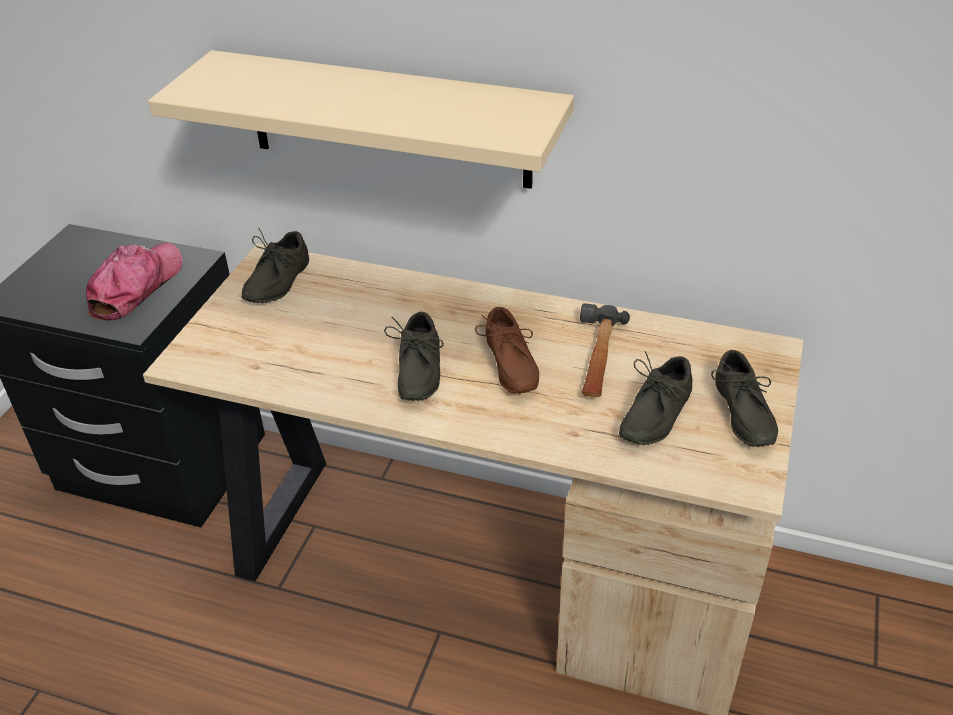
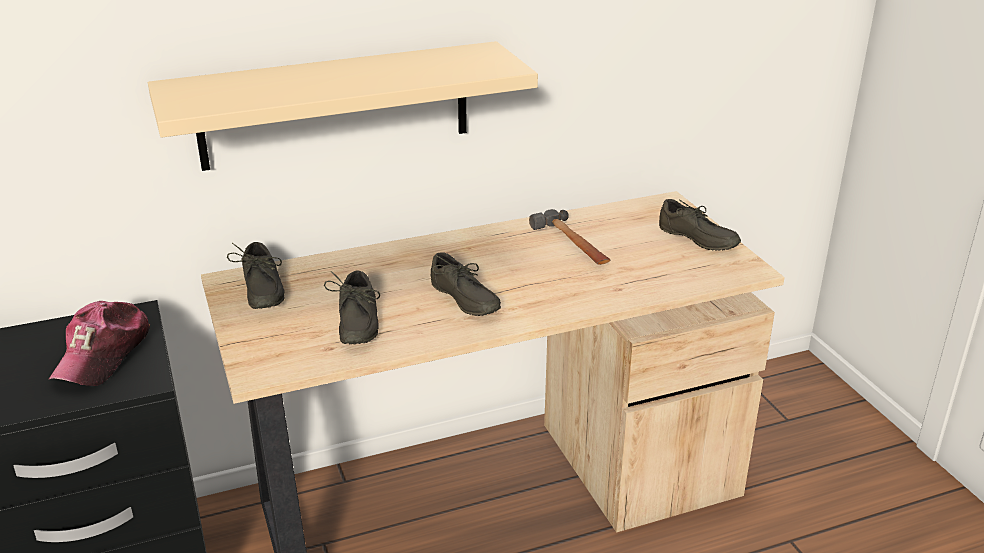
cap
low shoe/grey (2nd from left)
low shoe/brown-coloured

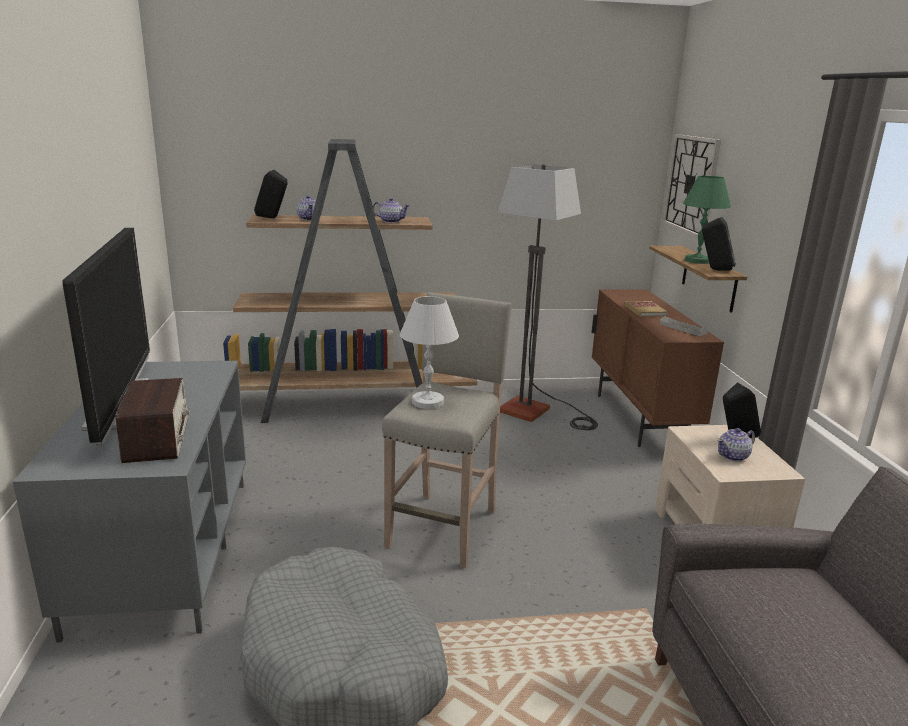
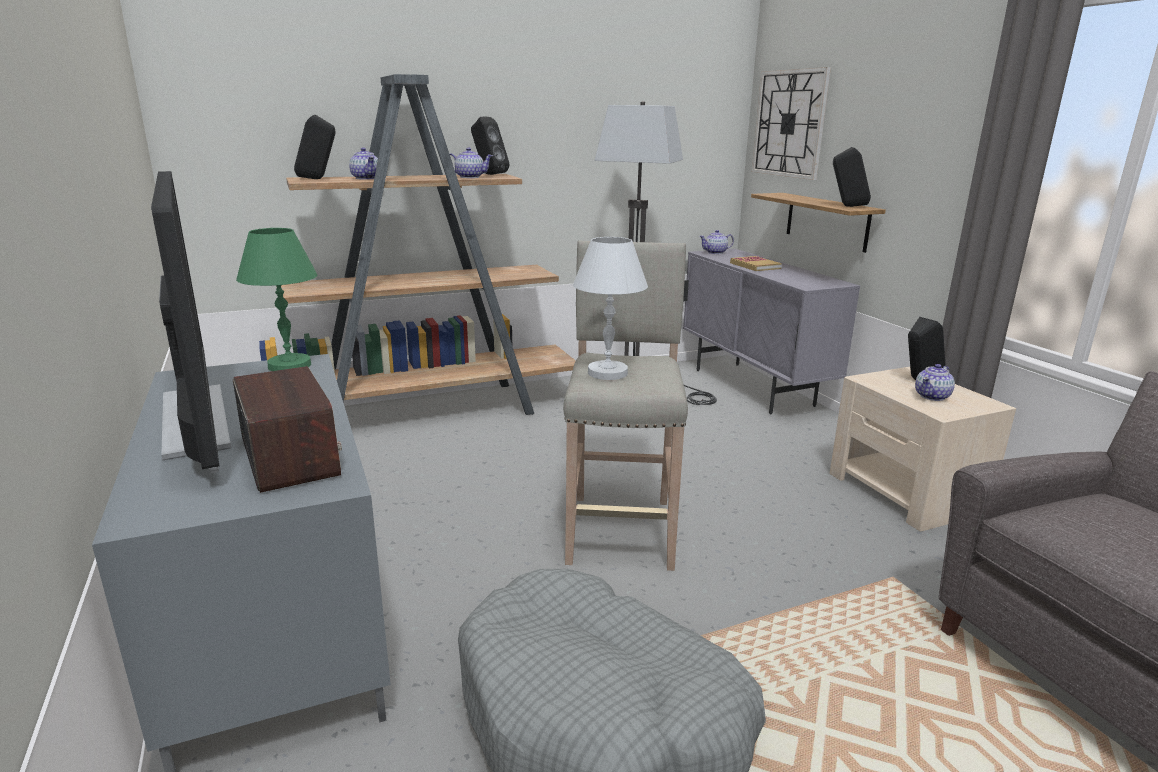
lamp for a table/green-coloured
speaker/black (2nd from left)
storage cabinet/grey
teapot (3rd from left)
carrying tray/grey

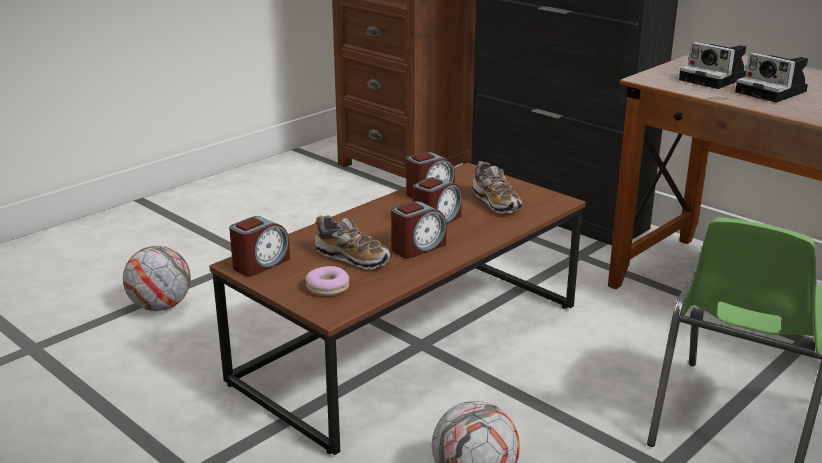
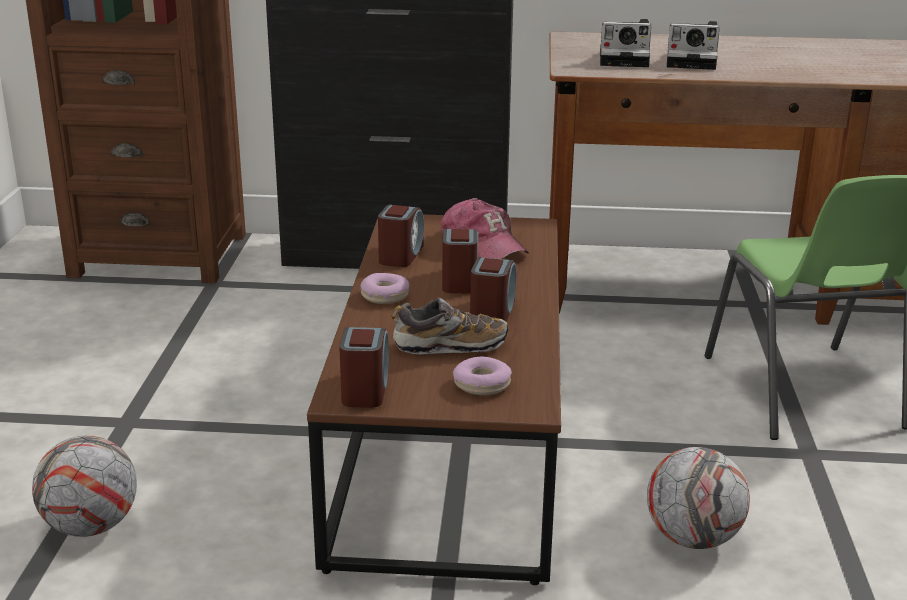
donut (1st from left)
cap

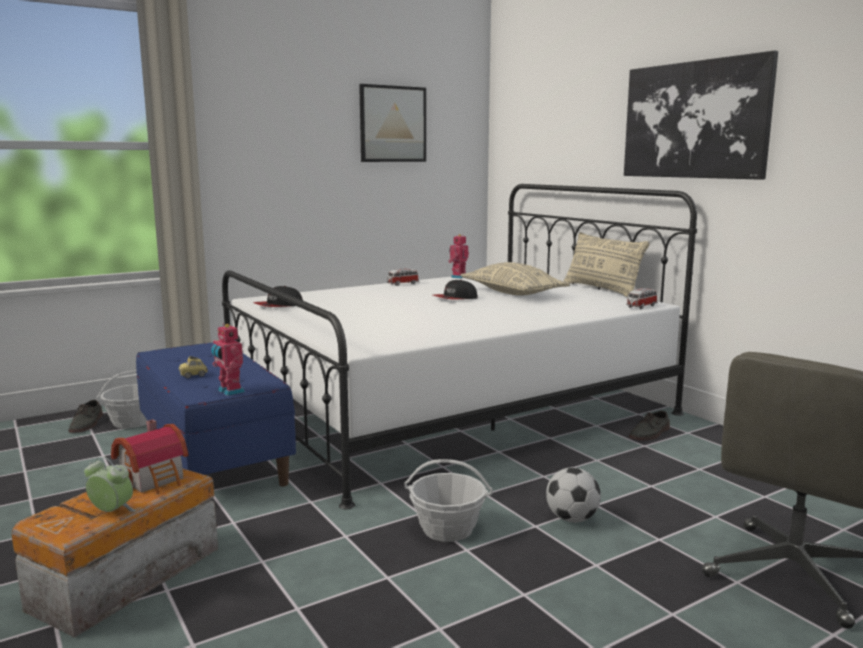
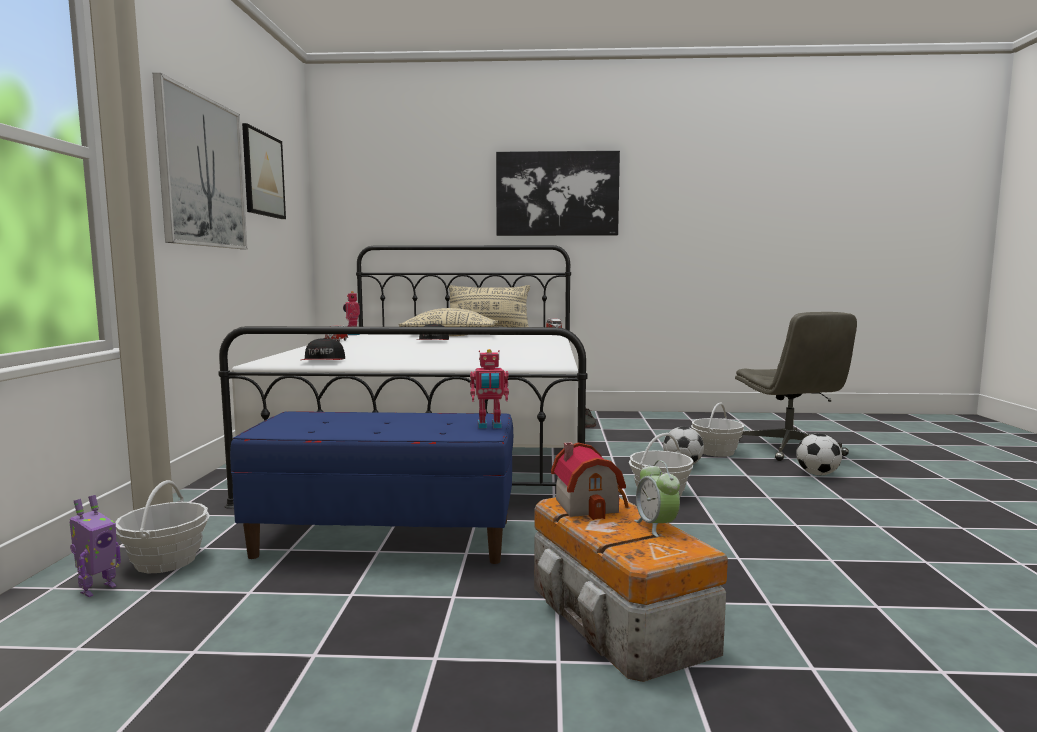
toy robot (1st from left)
wall picture (1st from left)
alarm clock
storage basket (3rd from left)
football ball (2nd from left)
toy car (1st from left in the first image)

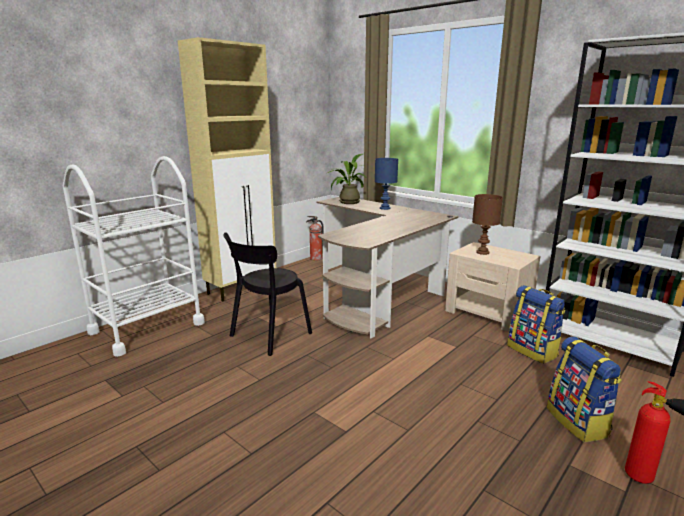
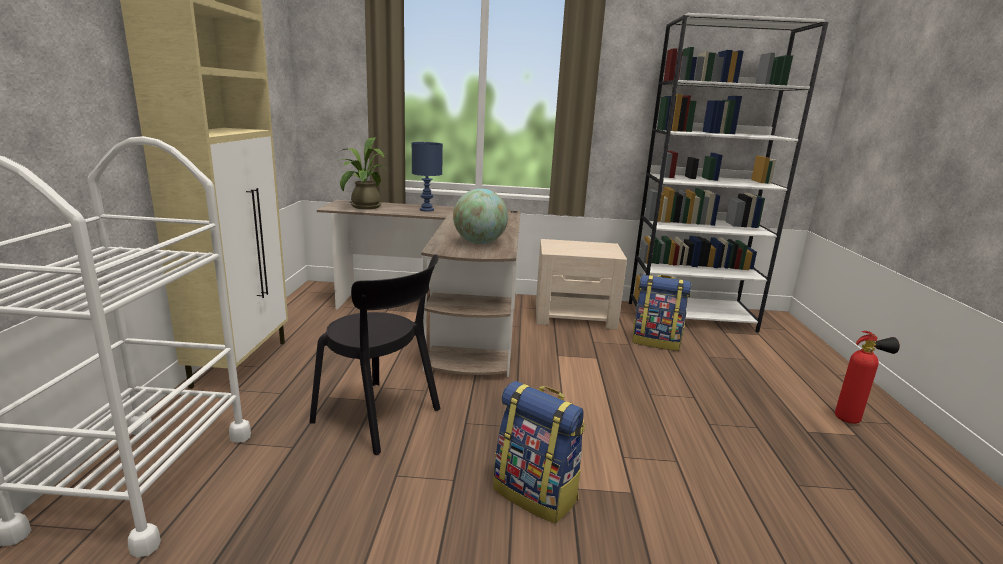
chair/black
globe
backpack (1st from left)
fire-fighting cylinder (1st from left in the first image)
lamp for a table/brown-coloured

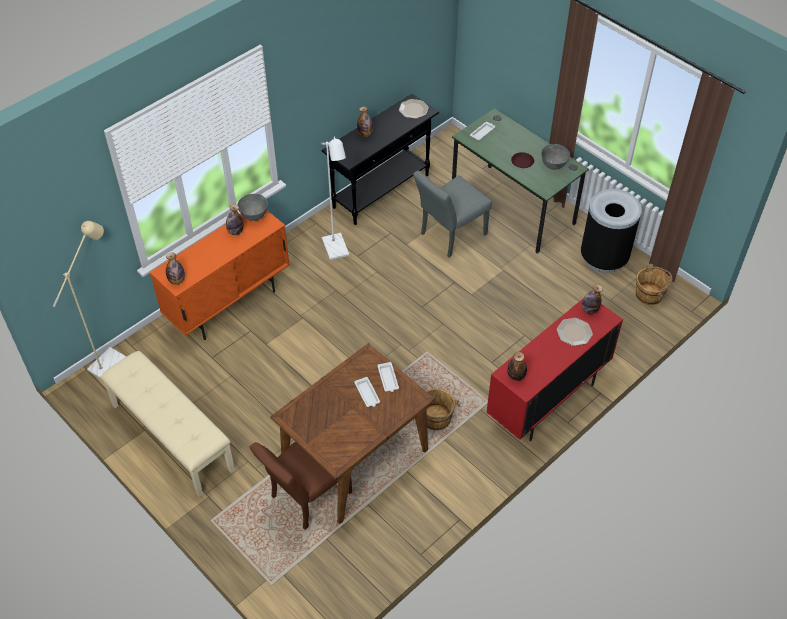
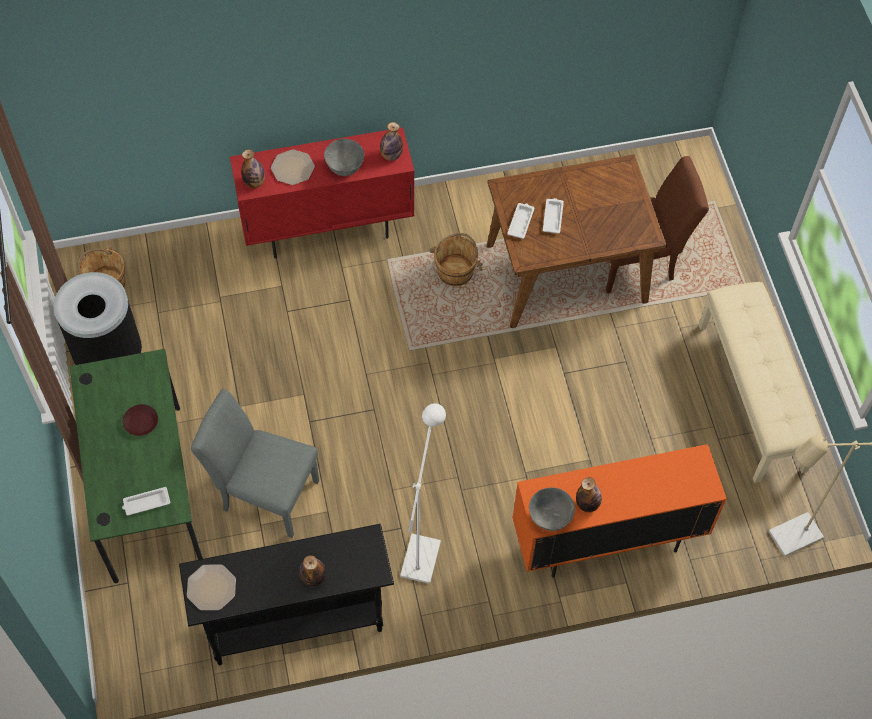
chair/grey
deep dish/grey (1st from left)
bottle (1st from left in the first image)

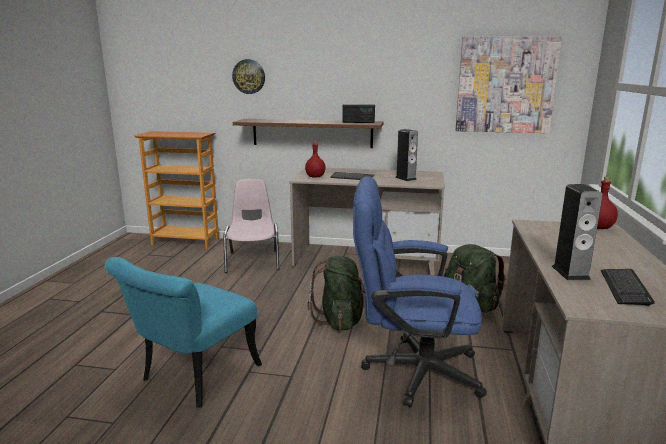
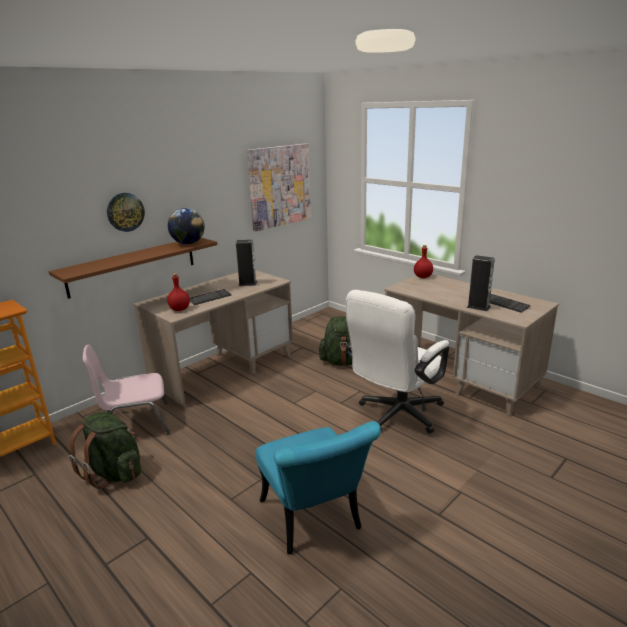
backpack/green-coloured (1st from left)
chair/pink-coloured
hanging clock
globe
office chair/white-coloured

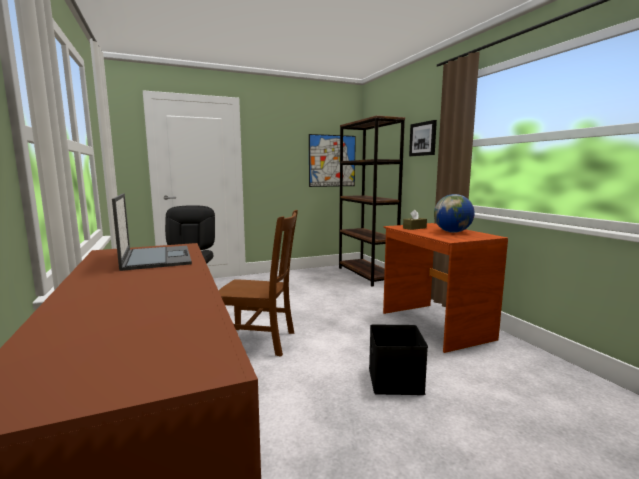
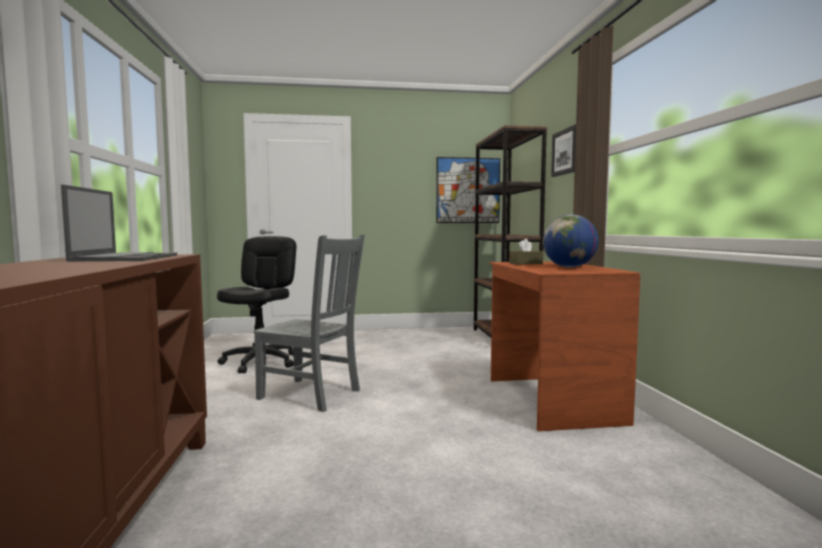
chair/grey
storage box/black

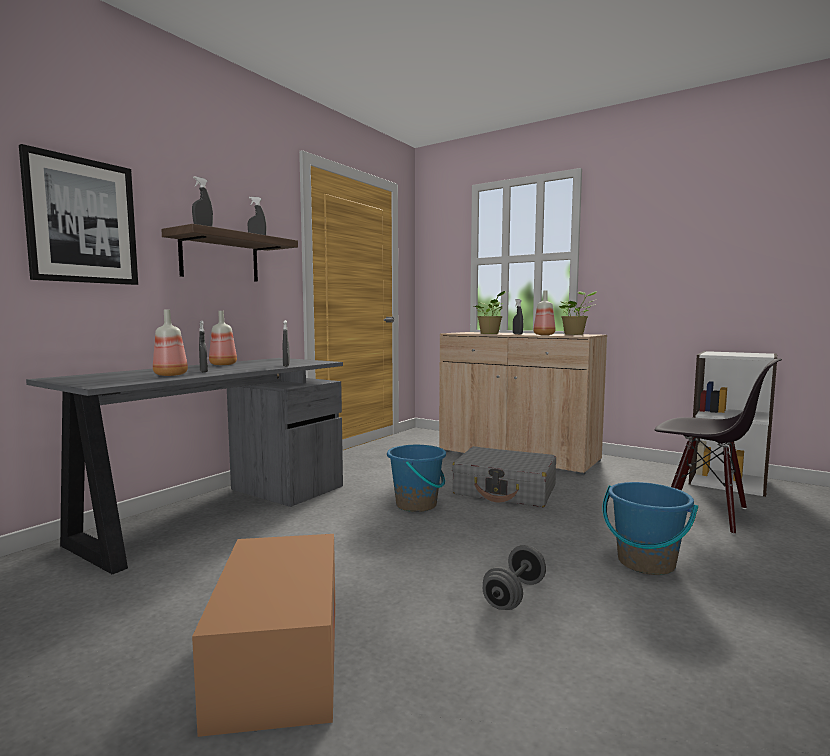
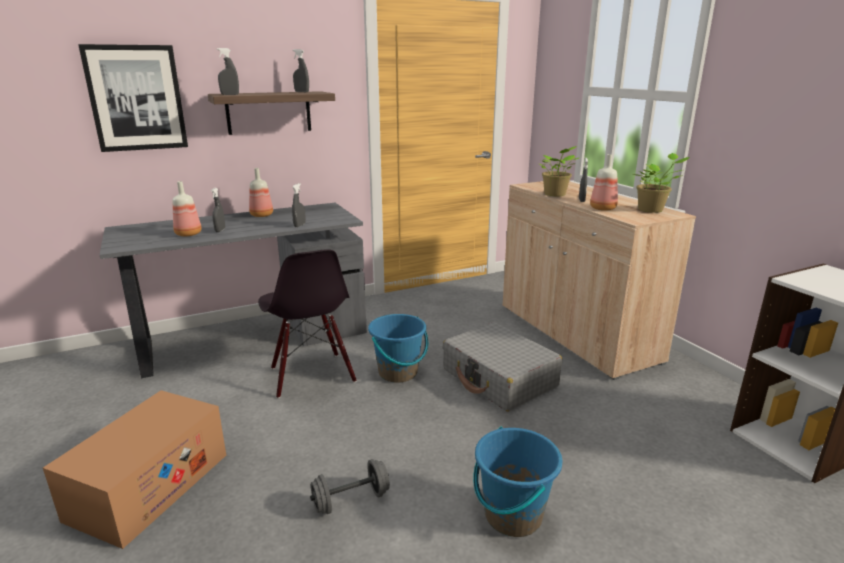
chair/black

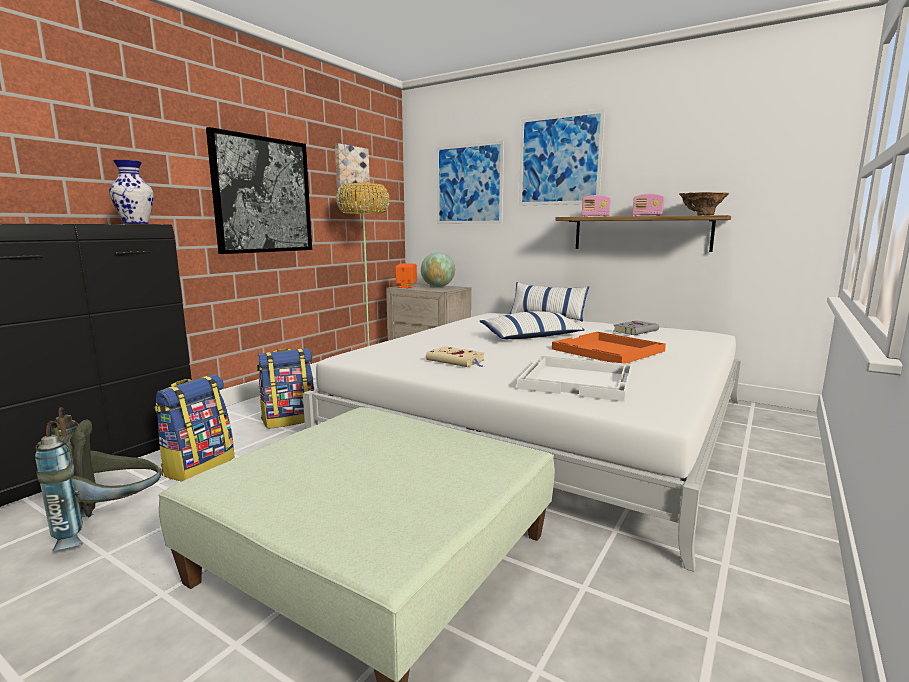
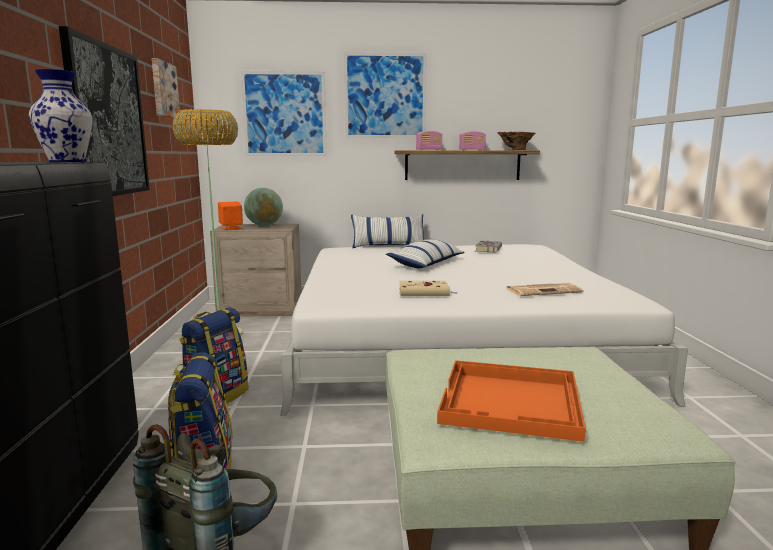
carrying tray/orange
daily paper

